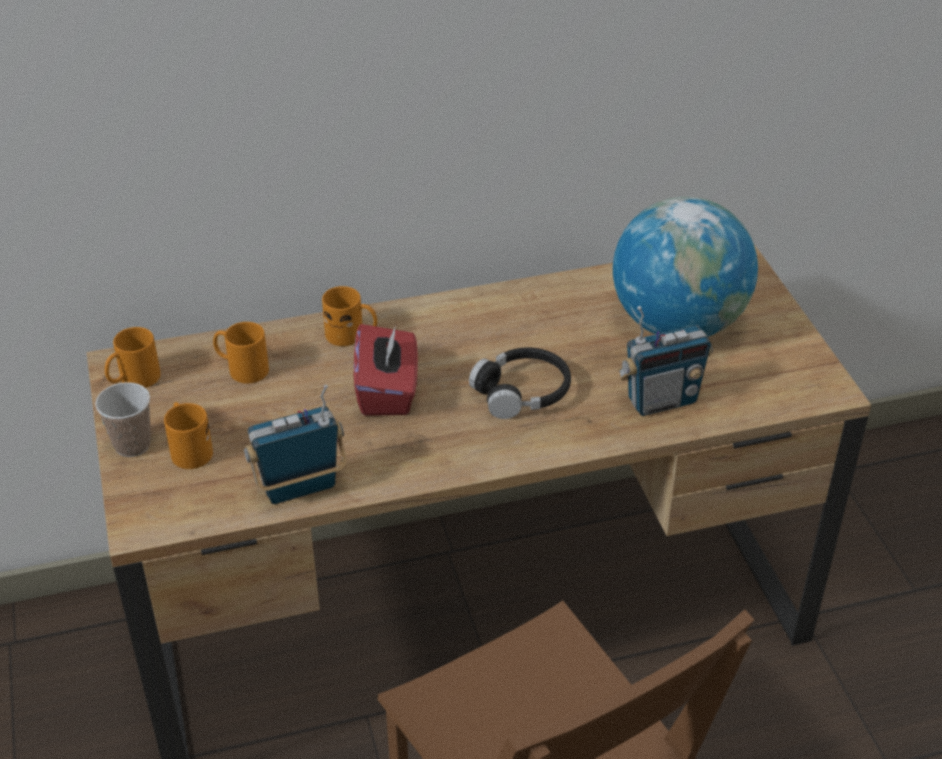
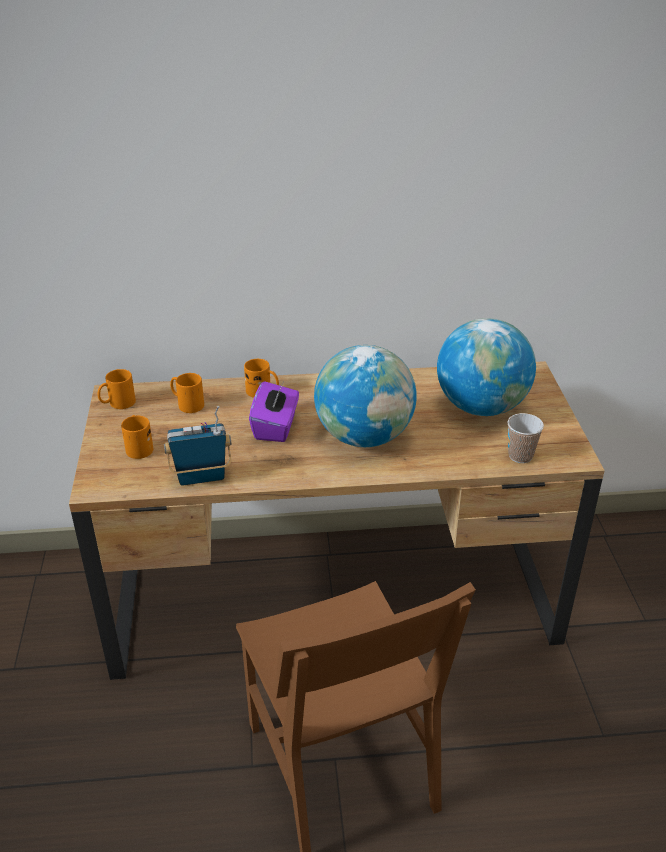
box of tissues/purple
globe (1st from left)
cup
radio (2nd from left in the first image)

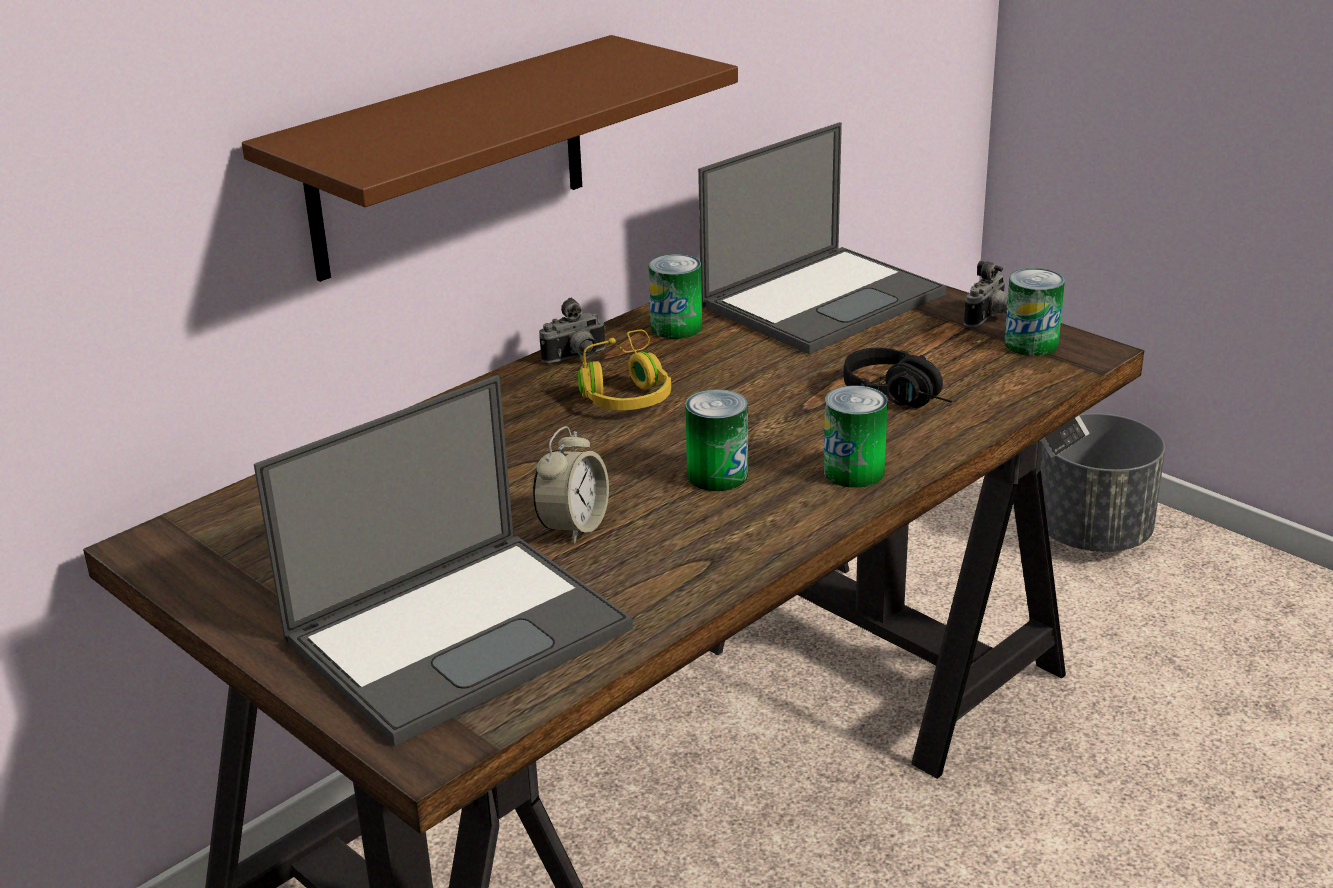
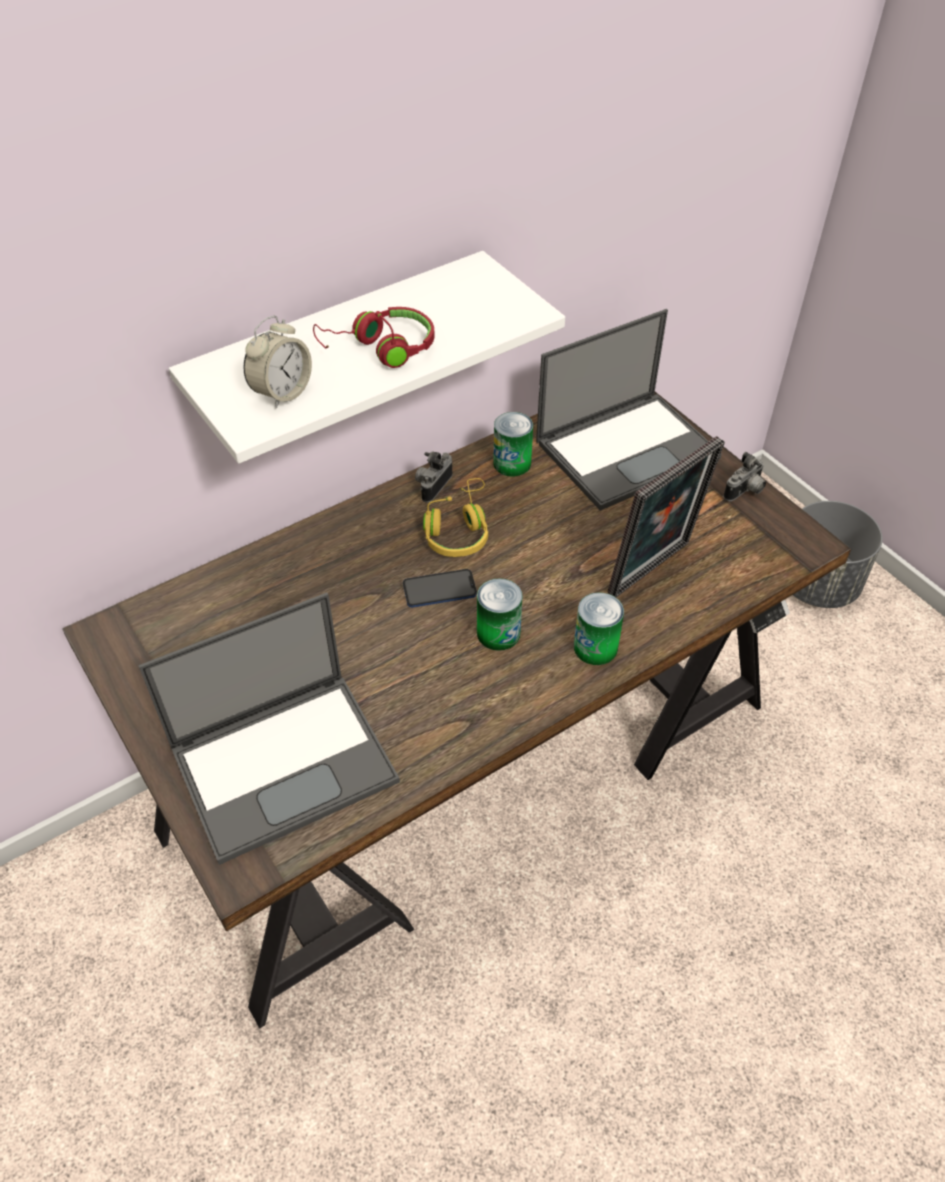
shelf/white-coloured
alarm clock
headphones/reddish
phone
photo camera (1st from left)
picture frame
metal can (4th from left in the first image)

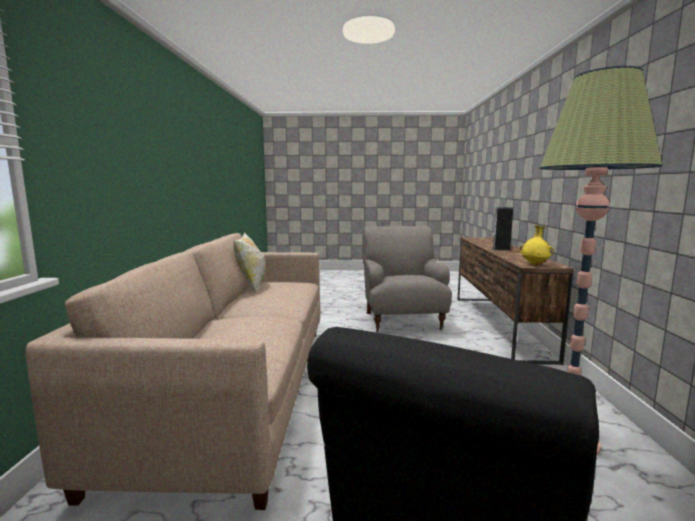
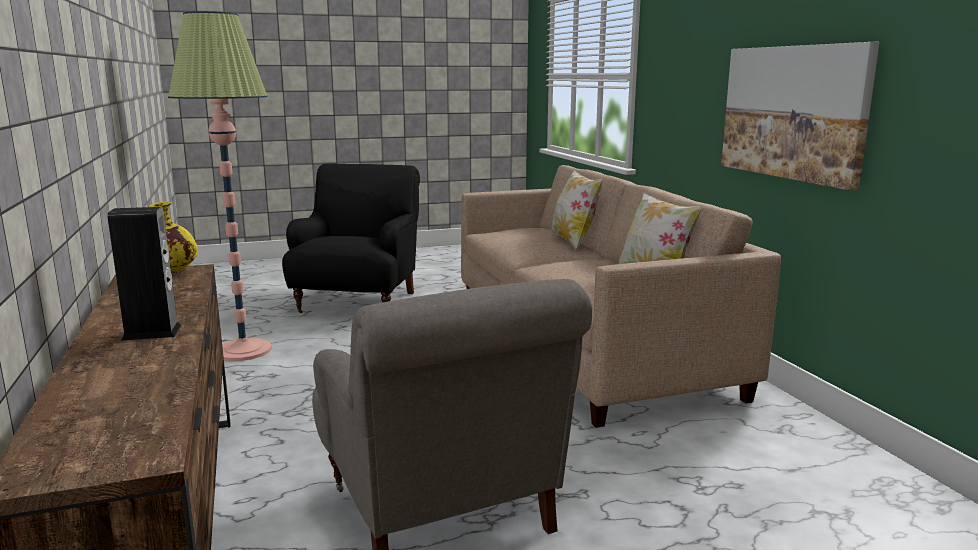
pillow (1st from left)
wall picture

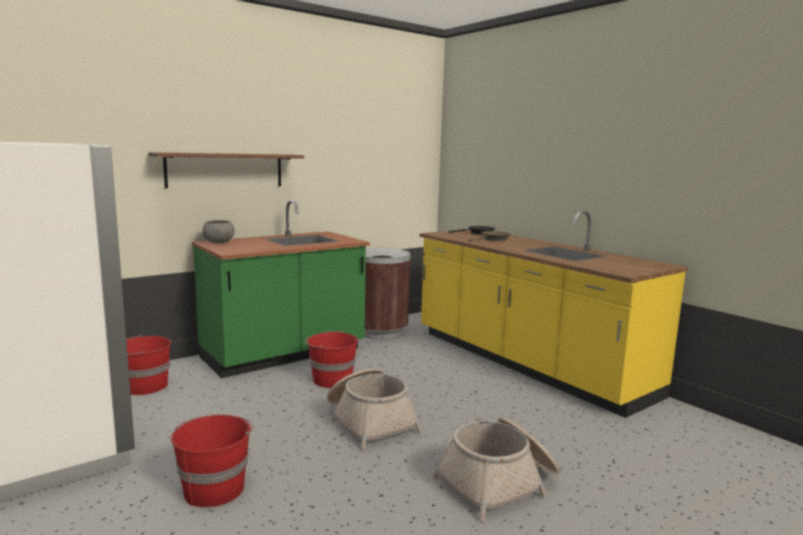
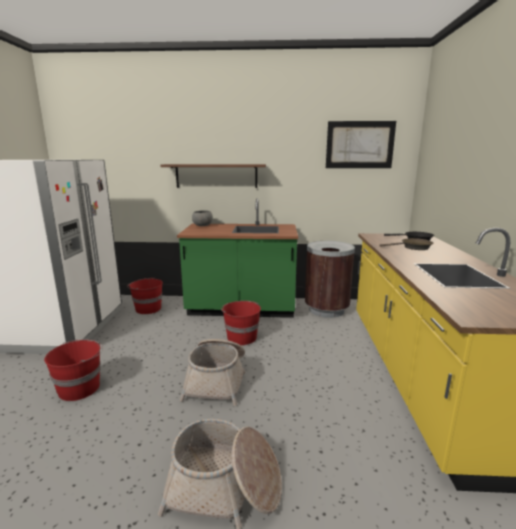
wall picture

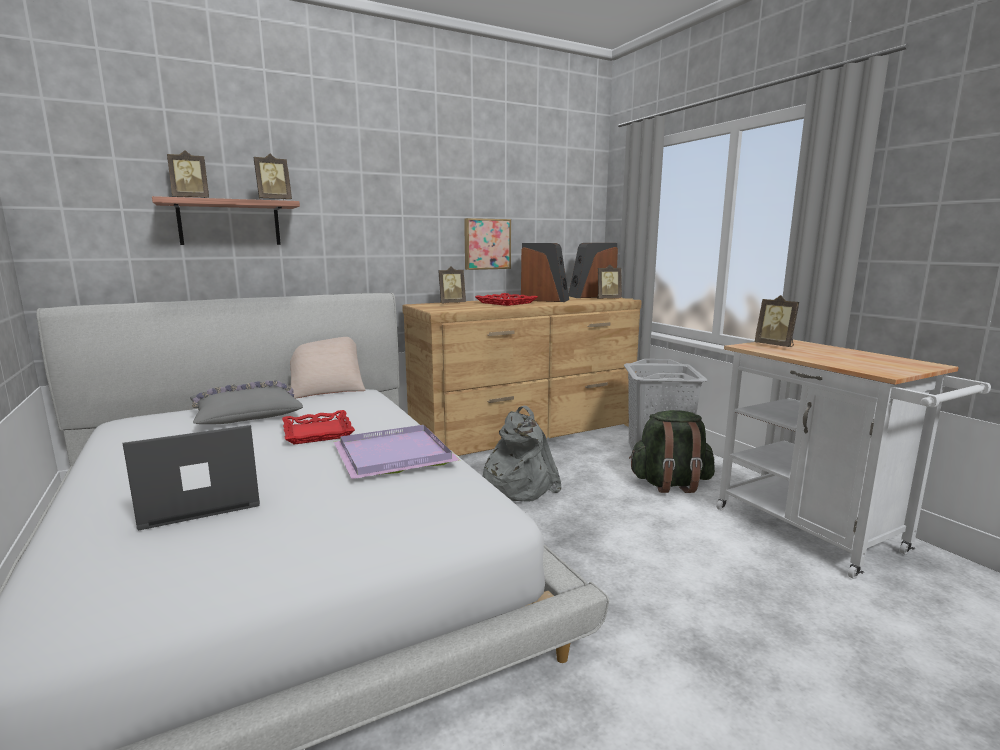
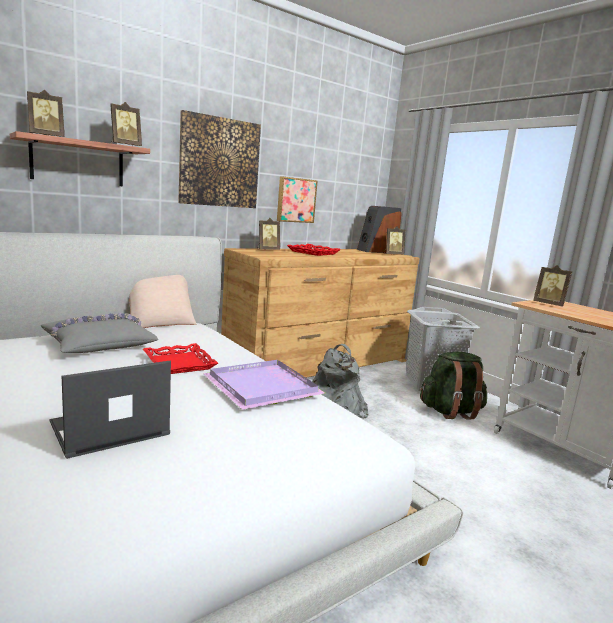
wall picture (1st from left)
speaker (1st from left in the first image)

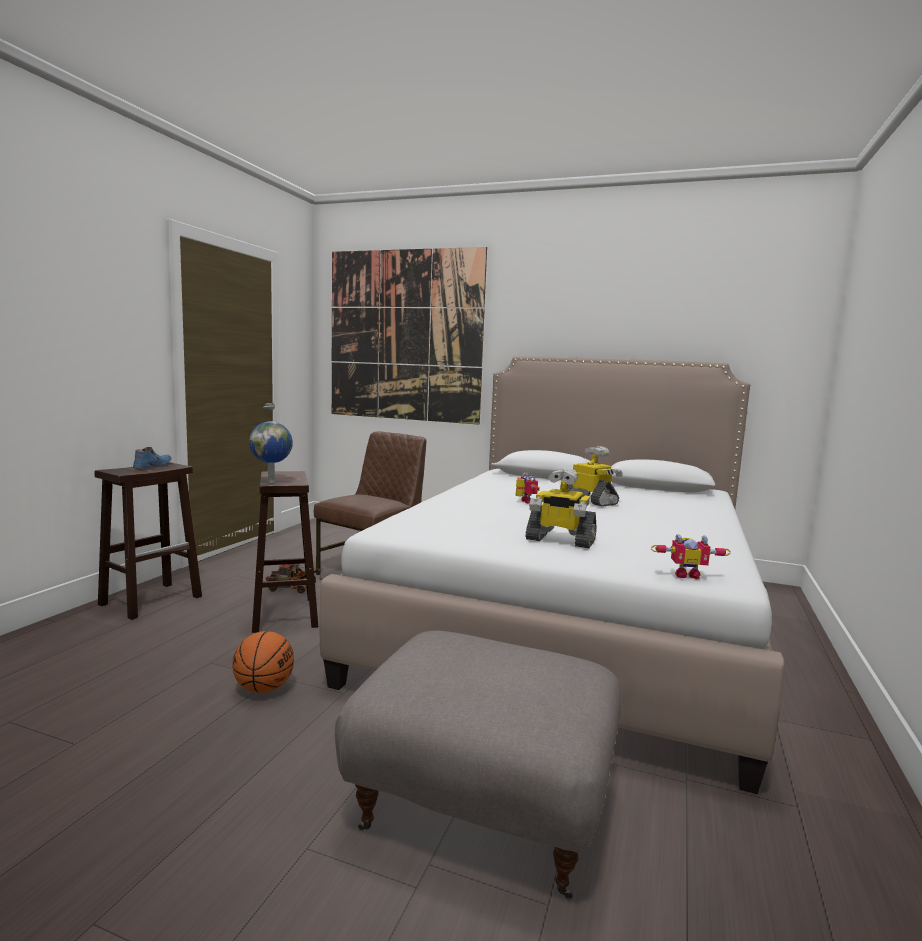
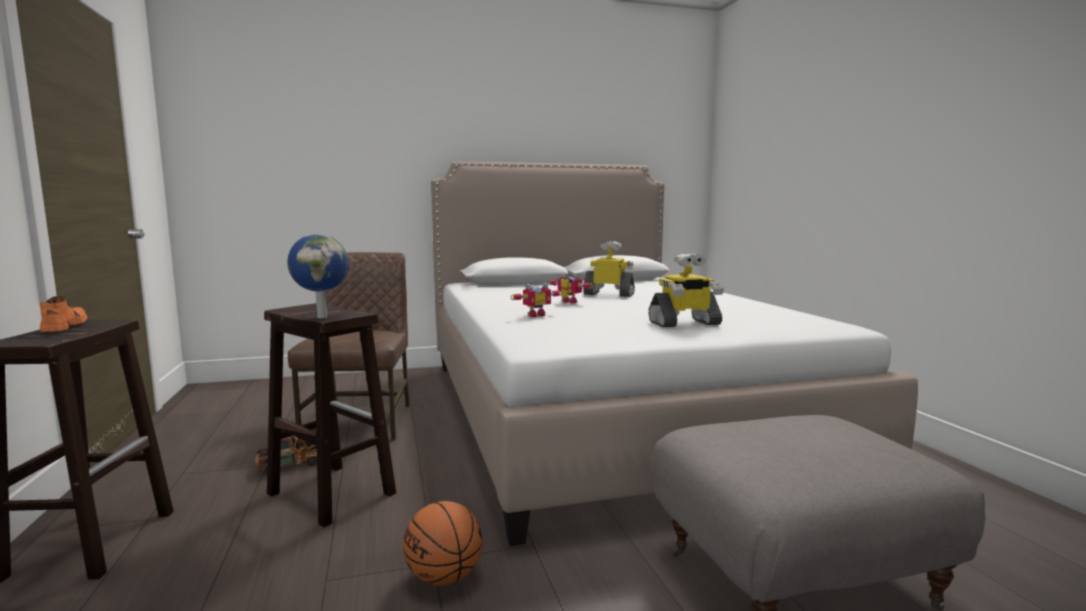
low shoe/orange
toy robot (1st from left)
wall picture

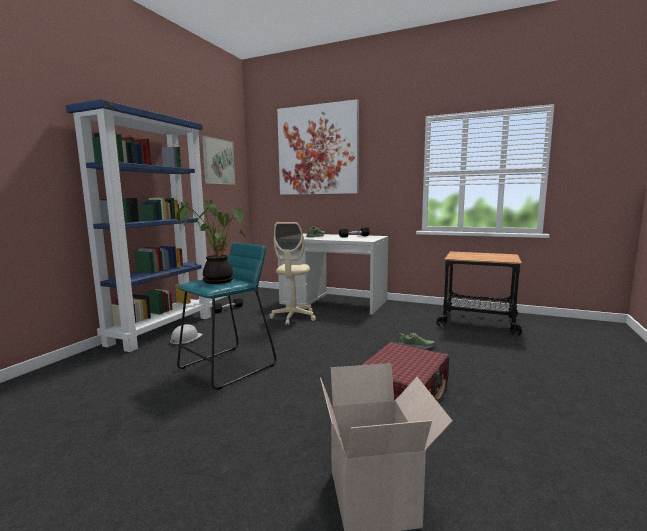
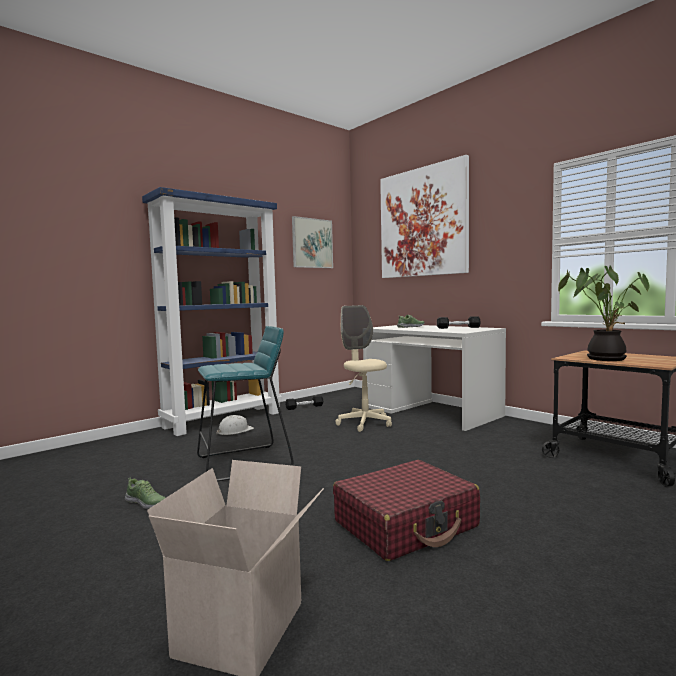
low shoe (1st from left)
office chair/beige
houseplant

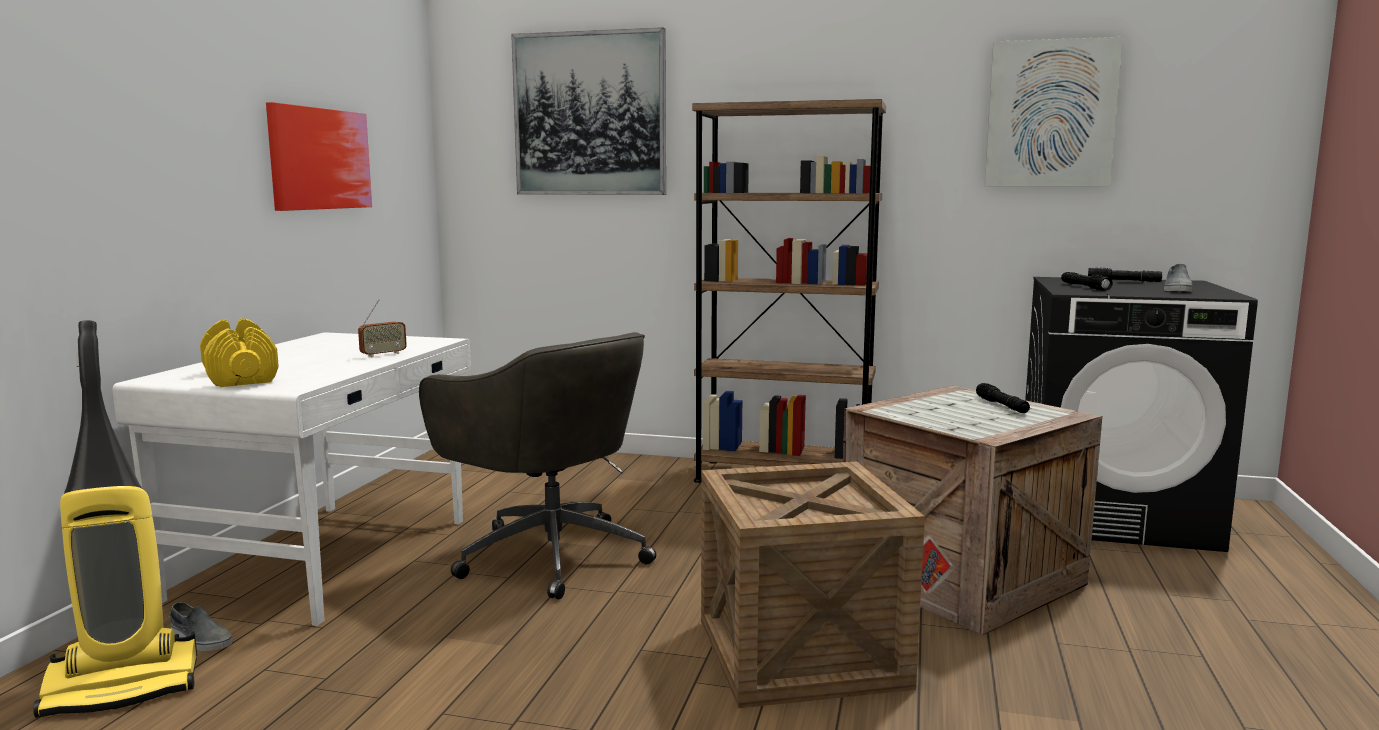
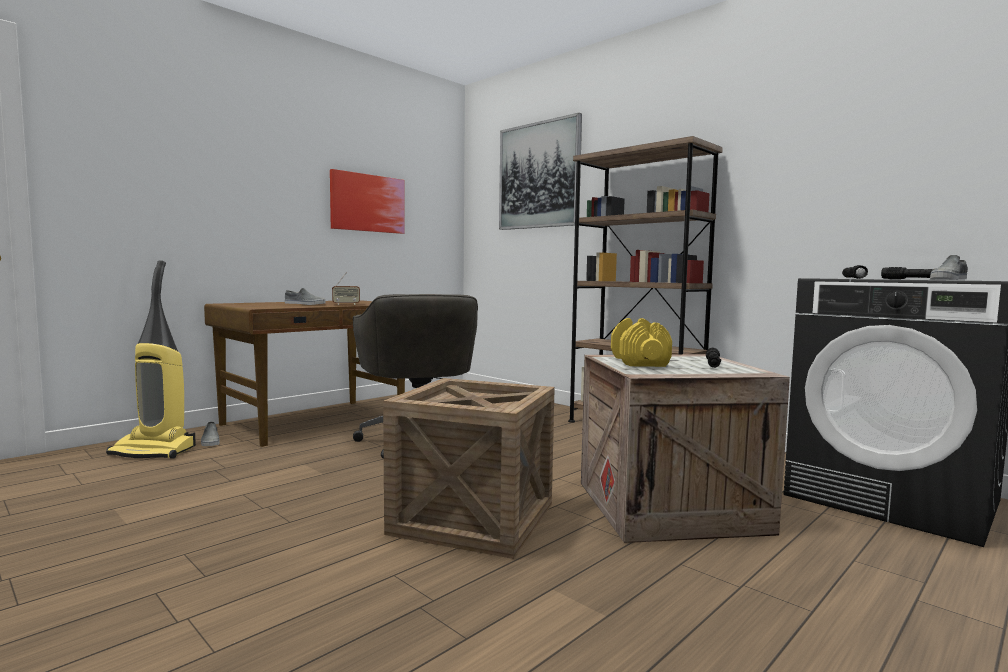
desk/brown-coloured
low shoe/grey (2nd from left)
dumbbell/yellowish
wall picture (3rd from left in the first image)

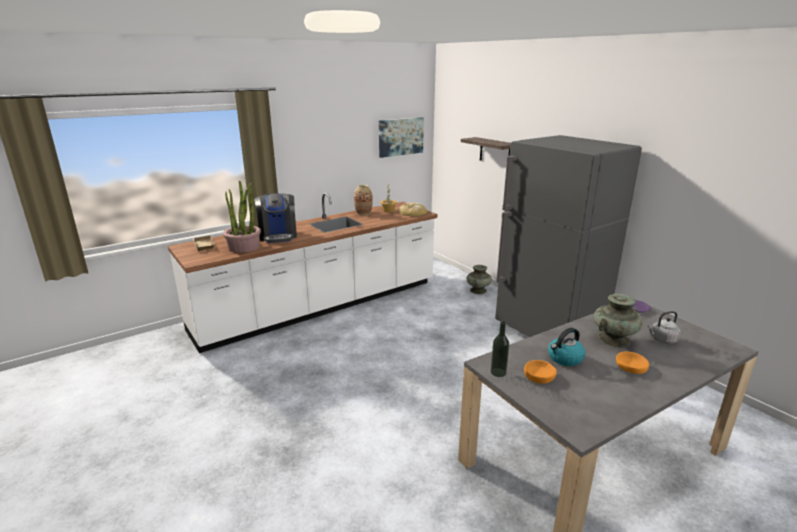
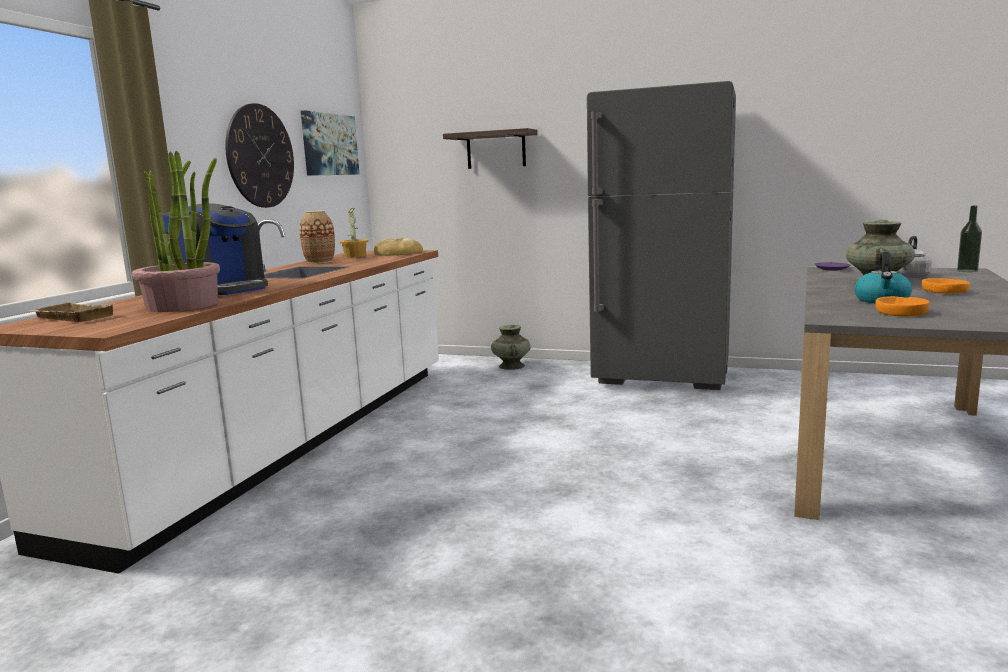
hanging clock
bottle

